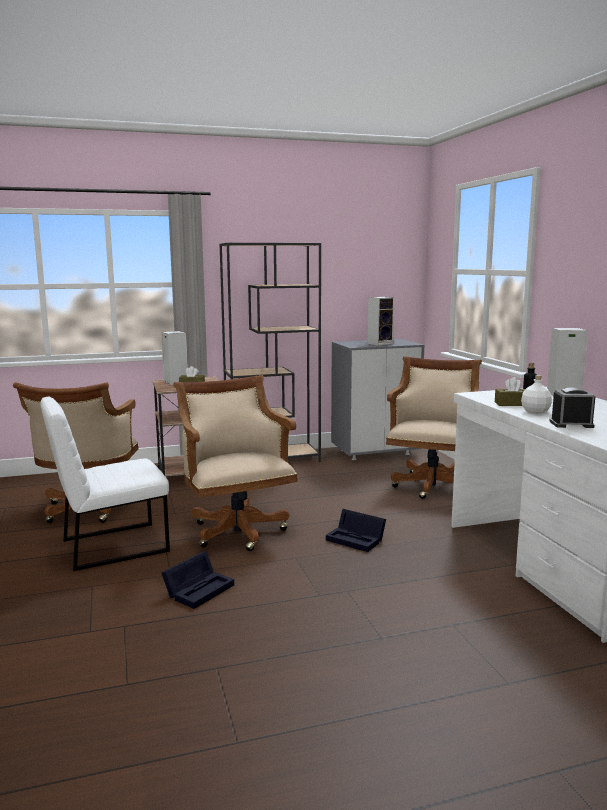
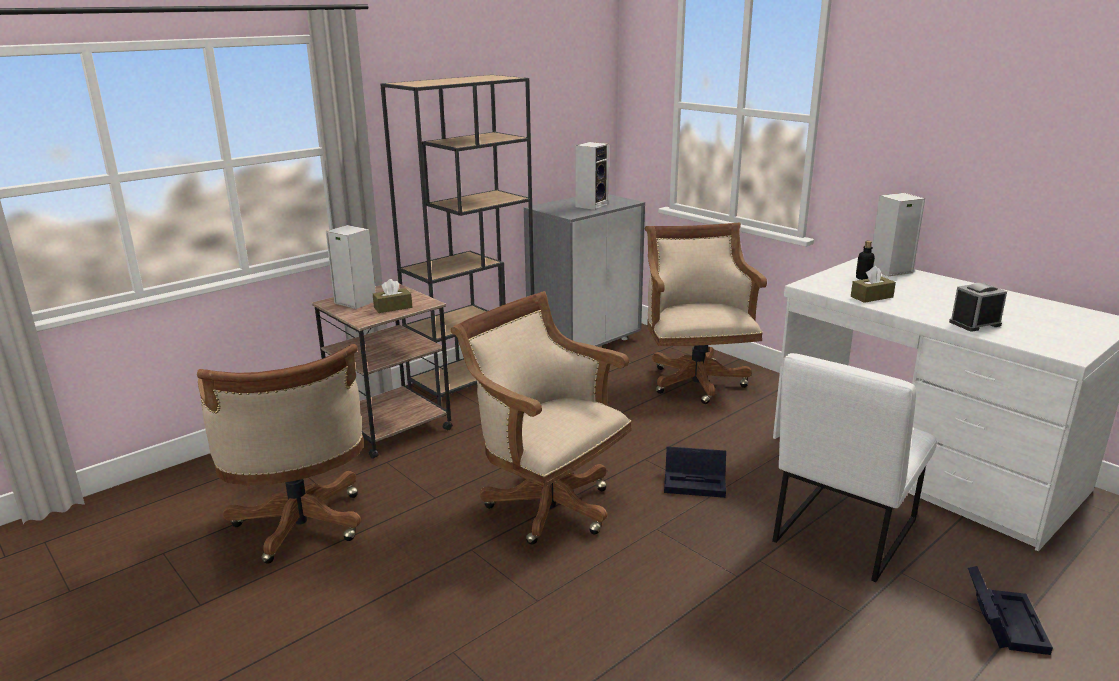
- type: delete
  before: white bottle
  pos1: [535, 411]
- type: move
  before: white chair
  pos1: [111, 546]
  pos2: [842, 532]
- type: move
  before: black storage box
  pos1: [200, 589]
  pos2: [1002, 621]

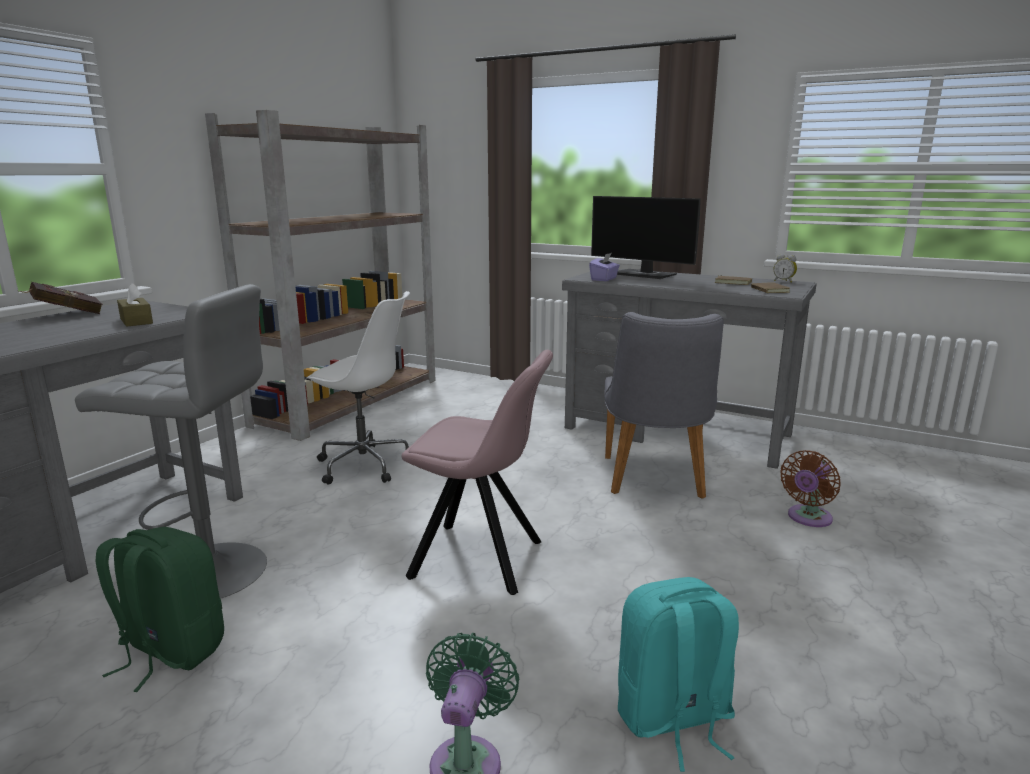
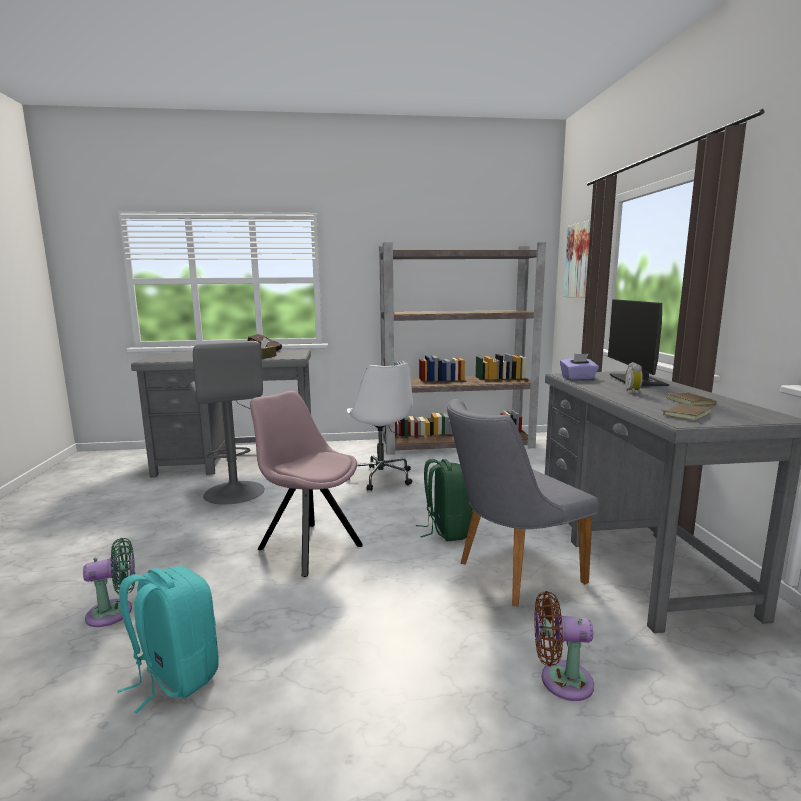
- type: insert
  after: picture
  pos2: [579, 260]
- type: move
  before: green backpack
  pos1: [170, 652]
  pos2: [447, 531]
- type: move
  before: alarm clock
  pos1: [784, 281]
  pos2: [633, 392]
- type: rotate
  before: pink chair
  pos1: [478, 559]
  pos2: [309, 547]
  turn: 150

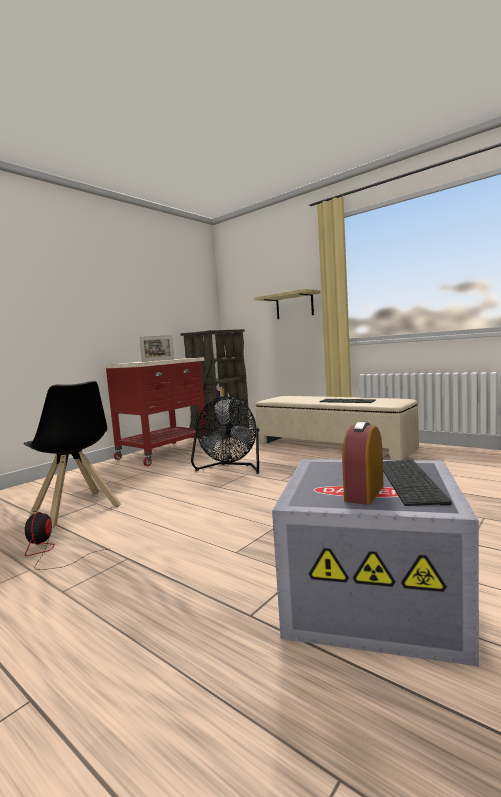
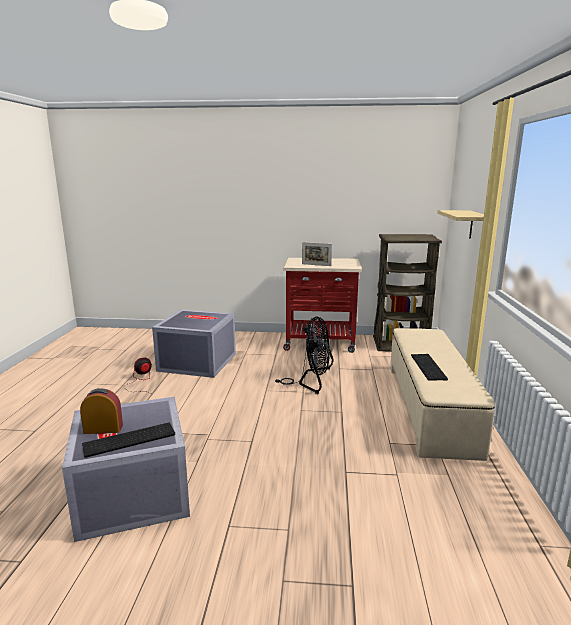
- type: replace
  before: black chair
  after: grey storage box
  pos1: [76, 509]
  pos2: [196, 362]
- type: rotate
  before: black fan
  pos1: [229, 467]
  pos2: [311, 380]
  turn: -150

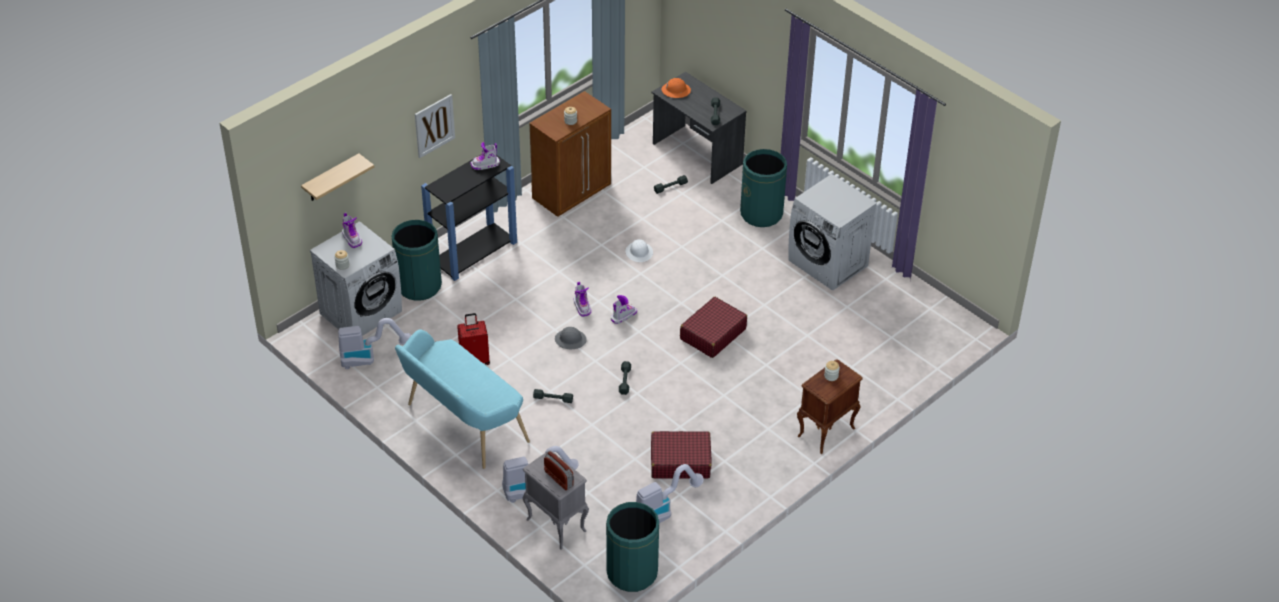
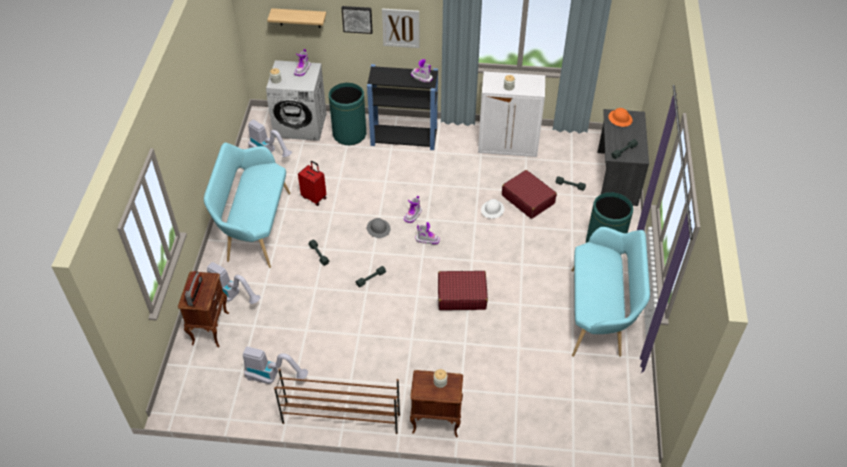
- type: delete
  before: green trash can
  pos1: [632, 572]
- type: insert
  after: brown shoe rack
  pos2: [340, 418]
- type: insert
  after: picture
  pos2: [357, 19]
- type: move
  before: red suitcase
  pos1: [680, 461]
  pos2: [528, 199]
- type: replace
  before: white washing machine
  after: turquoise bench
  pos1: [828, 265]
  pos2: [600, 314]
- type: recolor
  before: grey nightstand
  after: brown nightstand
  pos1: [555, 525]
  pos2: [210, 328]
- type: recolor
  before: brown cabinet
  after: white cabinet
  pos1: [572, 190]
  pos2: [508, 144]

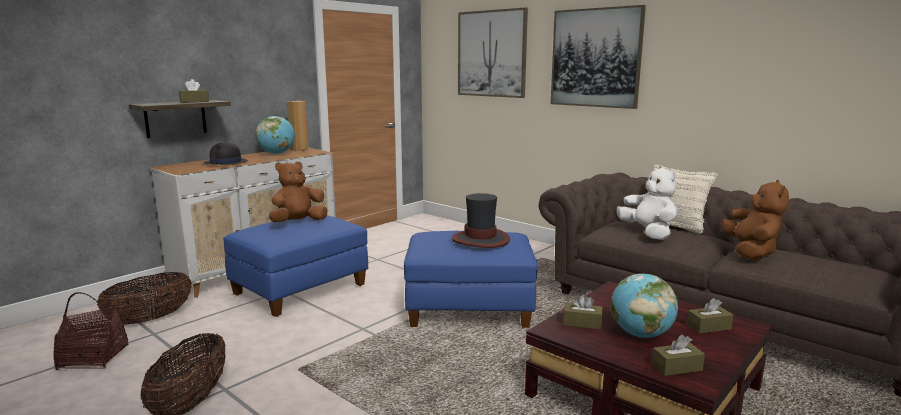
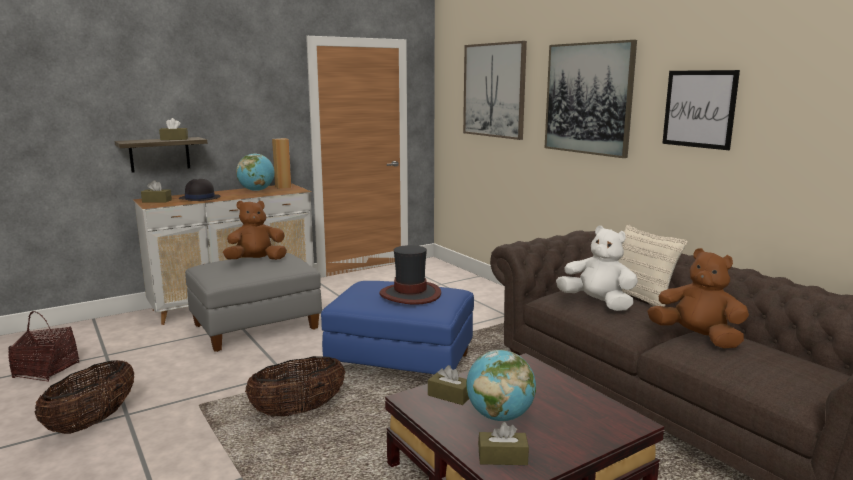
- type: insert
  after: picture
  pos2: [699, 109]
- type: move
  before: basket
  pos1: [150, 319]
  pos2: [298, 411]
- type: move
  before: brown tissue box
  pos1: [708, 327]
  pos2: [157, 201]
- type: recolor
  before: blue ottoman
  after: grey ottoman
  pos1: [300, 290]
  pos2: [256, 327]
- type: rotate
  before: white plush toy
  pos1: [648, 233]
  pos2: [597, 303]
  turn: -45
- type: rotate
  before: brown plush toy
  pos1: [750, 252]
  pos2: [697, 338]
  turn: -75

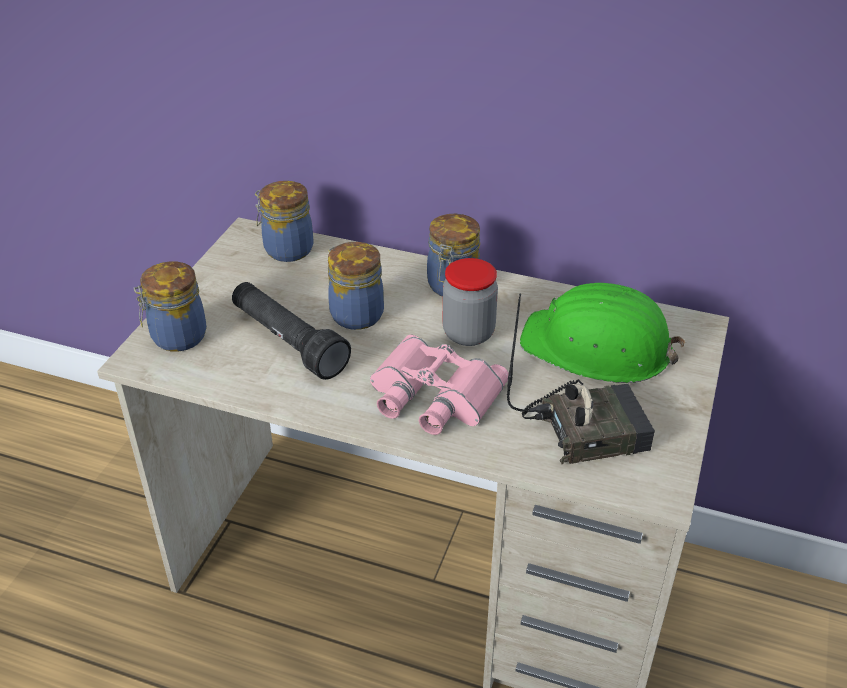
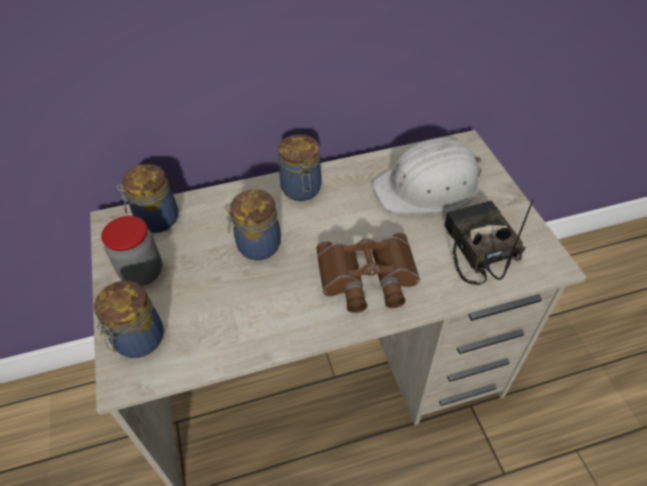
- type: delete
  before: black flashlight
  pos1: [288, 342]
- type: move
  before: jar
  pos1: [468, 333]
  pos2: [142, 272]
- type: recolor
  before: pink binoculars
  after: brown binoculars
  pos1: [432, 396]
  pos2: [367, 278]
- type: recolor
  before: green hard hat
  after: white hard hat
  pos1: [598, 347]
  pos2: [428, 187]
- type: rotate
  before: radio
  pos1: [586, 429]
  pos2: [477, 247]
  turn: -60

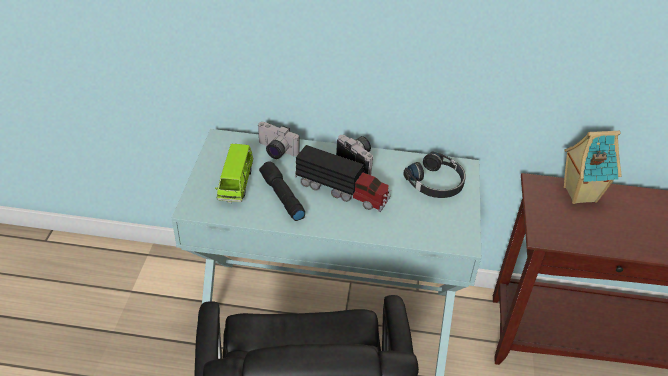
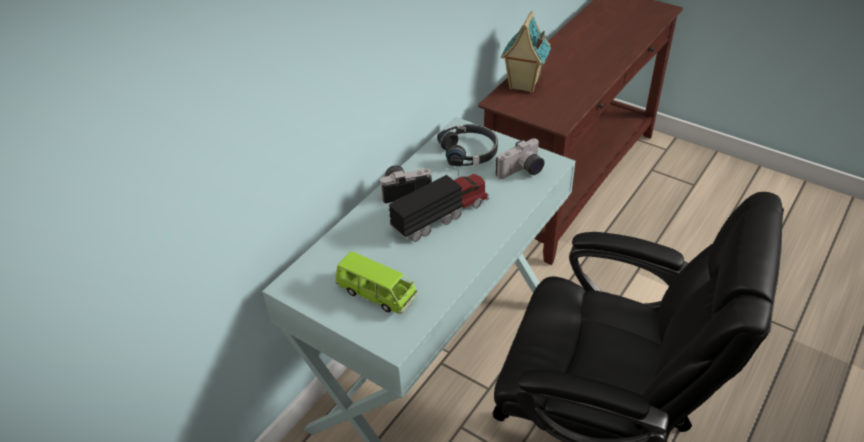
- type: delete
  before: black flashlight
  pos1: [281, 196]
- type: move
  before: photo camera
  pos1: [275, 151]
  pos2: [522, 172]

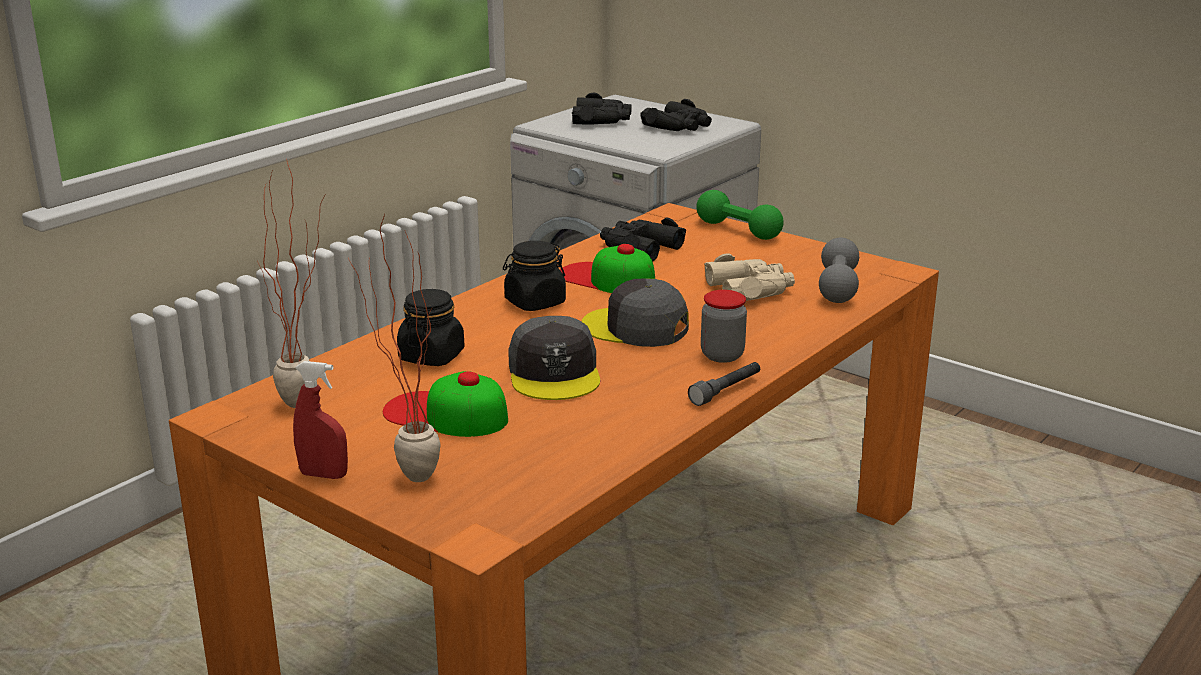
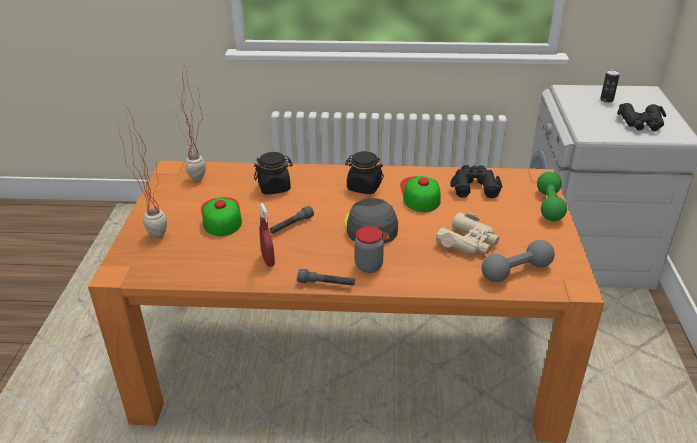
- type: move
  before: red spray bottle
  pos1: [323, 475]
  pos2: [268, 260]
- type: replace
  before: grey cap
  after: grey flashlight
  pos1: [555, 373]
  pos2: [291, 226]
- type: replace
  before: black binoculars
  after: can
  pos1: [602, 119]
  pos2: [606, 100]

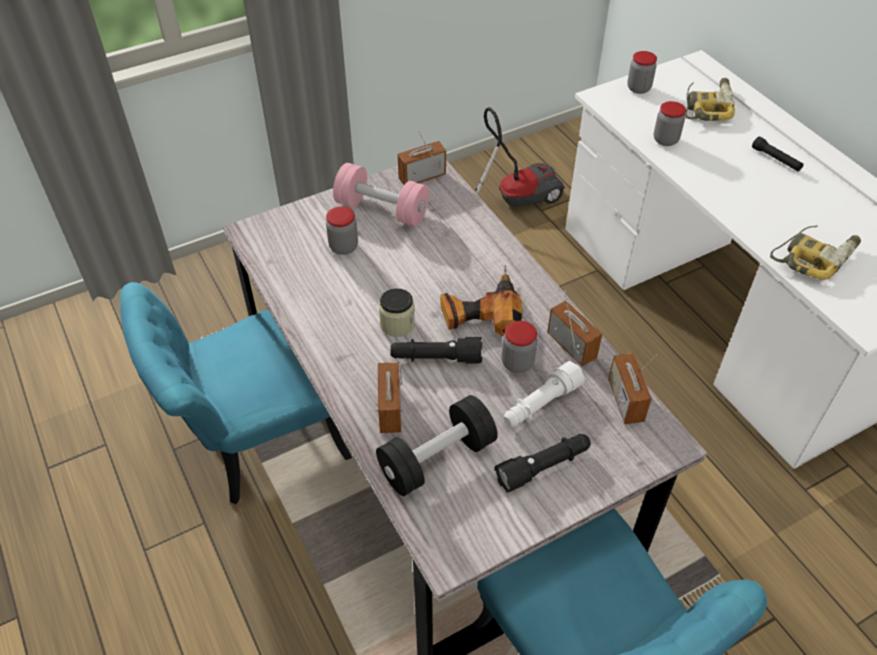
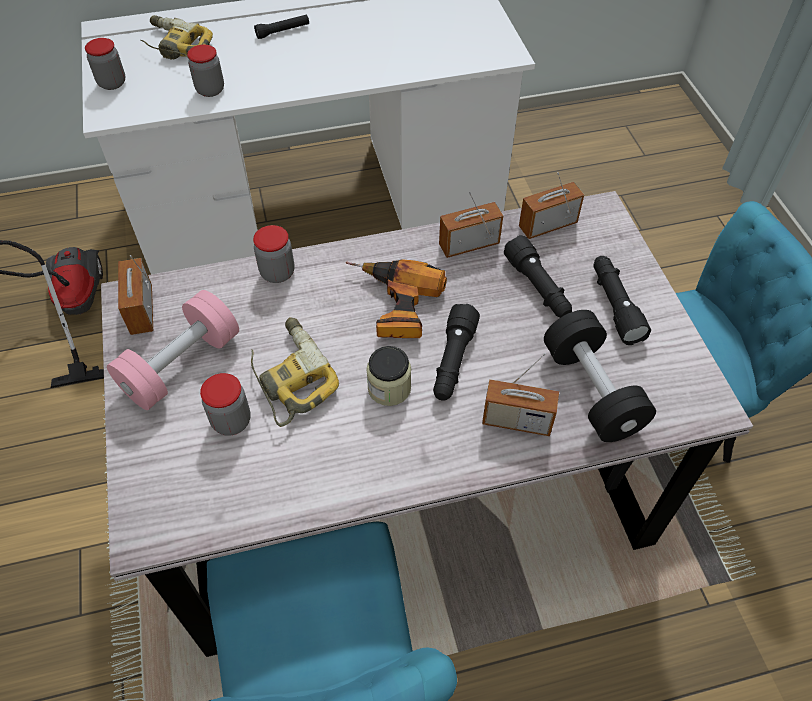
- type: move
  before: jar
  pos1: [517, 363]
  pos2: [277, 273]
- type: move
  before: power drill
  pos1: [814, 256]
  pos2: [290, 376]
- type: recolor
  before: white flashlight
  after: black flashlight
  pos1: [541, 404]
  pos2: [538, 288]
- type: rotate
  before: radio
  pos1: [625, 401]
  pos2: [547, 225]
  turn: 150

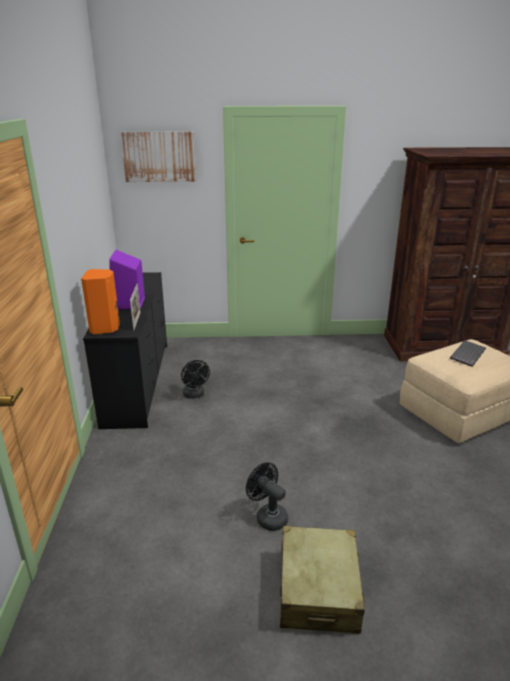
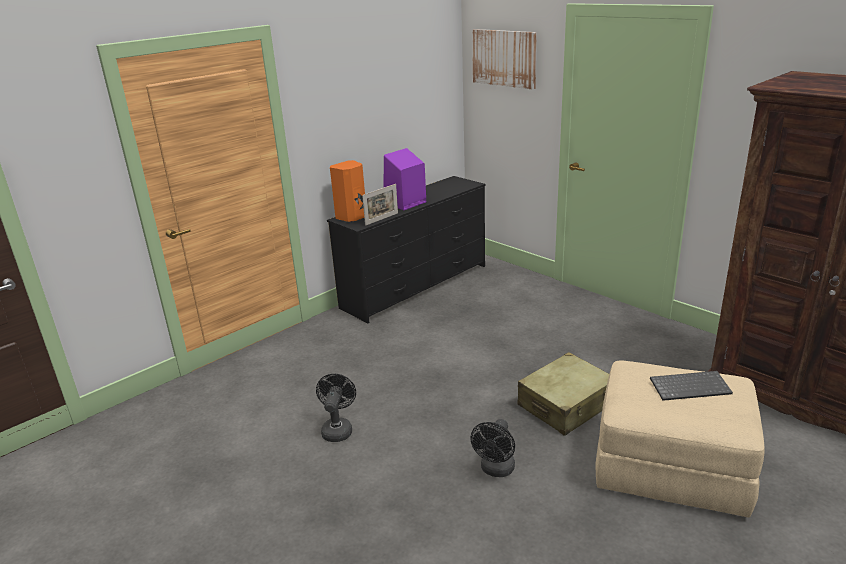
- type: move
  before: black fan
  pos1: [195, 395]
  pos2: [496, 470]
- type: move
  before: beige suitcase
  pos1: [318, 589]
  pos2: [566, 405]

